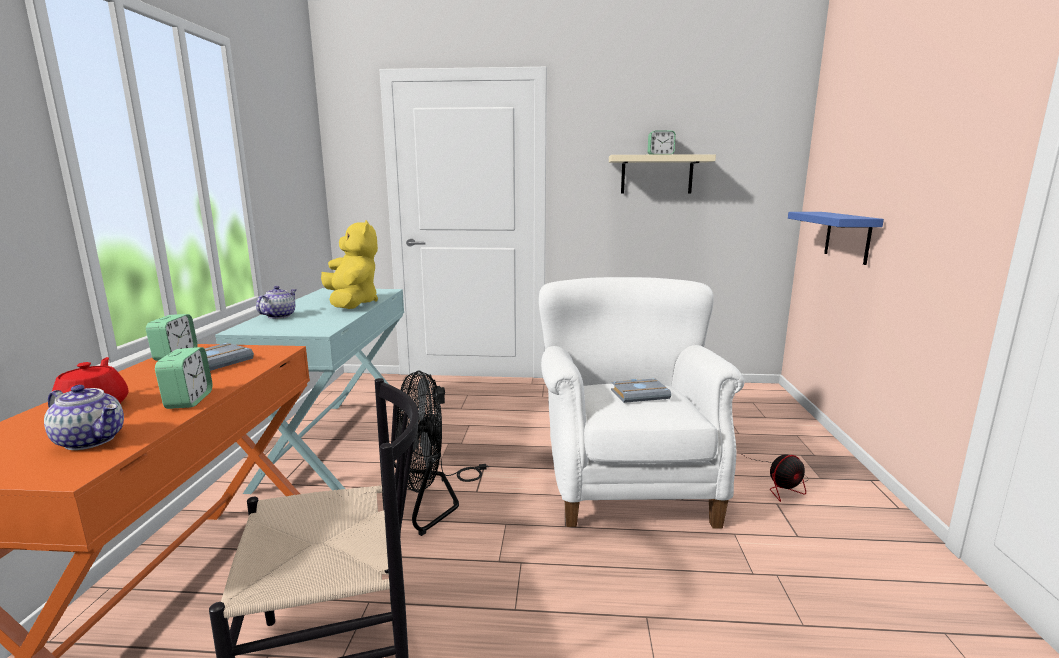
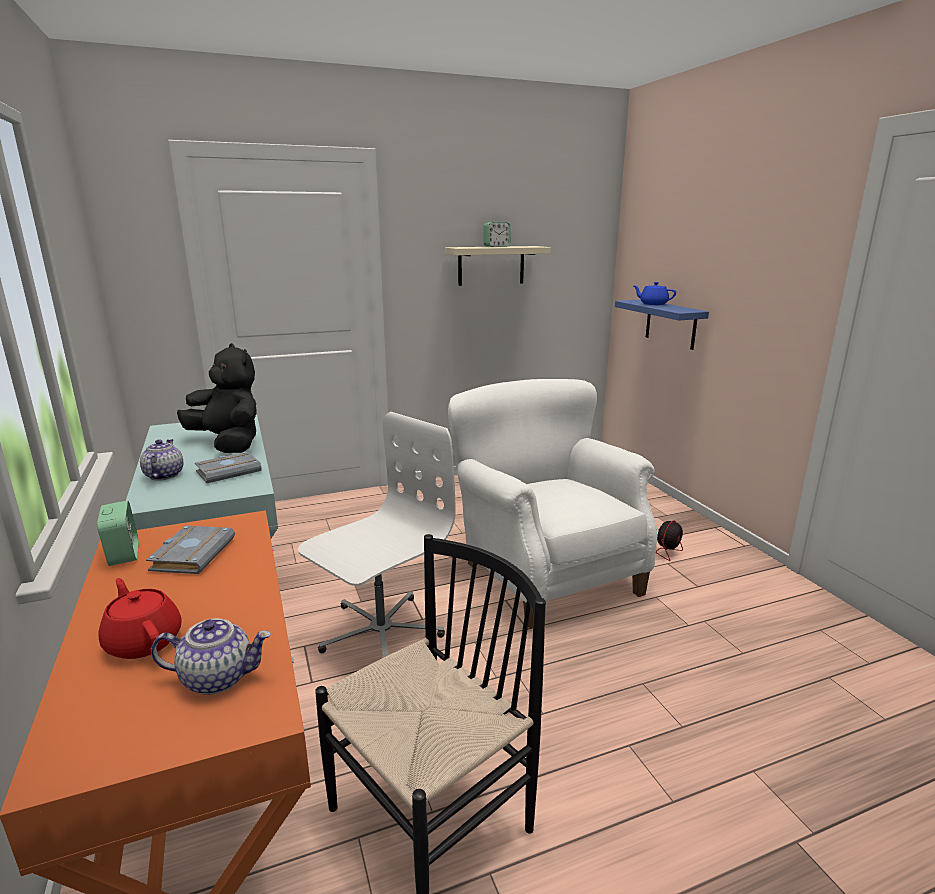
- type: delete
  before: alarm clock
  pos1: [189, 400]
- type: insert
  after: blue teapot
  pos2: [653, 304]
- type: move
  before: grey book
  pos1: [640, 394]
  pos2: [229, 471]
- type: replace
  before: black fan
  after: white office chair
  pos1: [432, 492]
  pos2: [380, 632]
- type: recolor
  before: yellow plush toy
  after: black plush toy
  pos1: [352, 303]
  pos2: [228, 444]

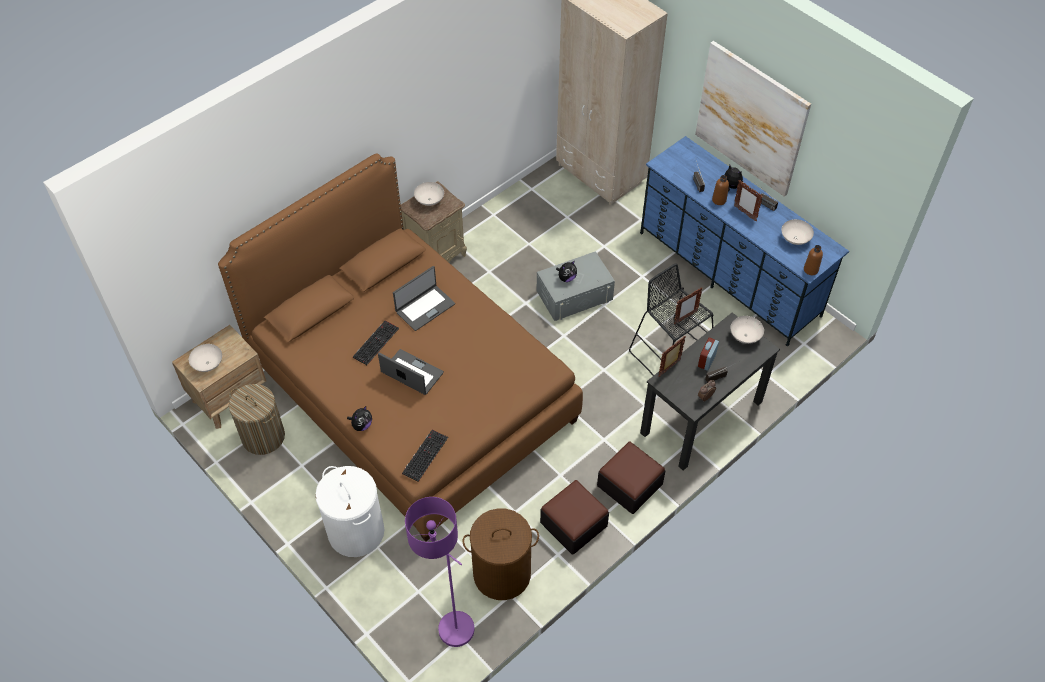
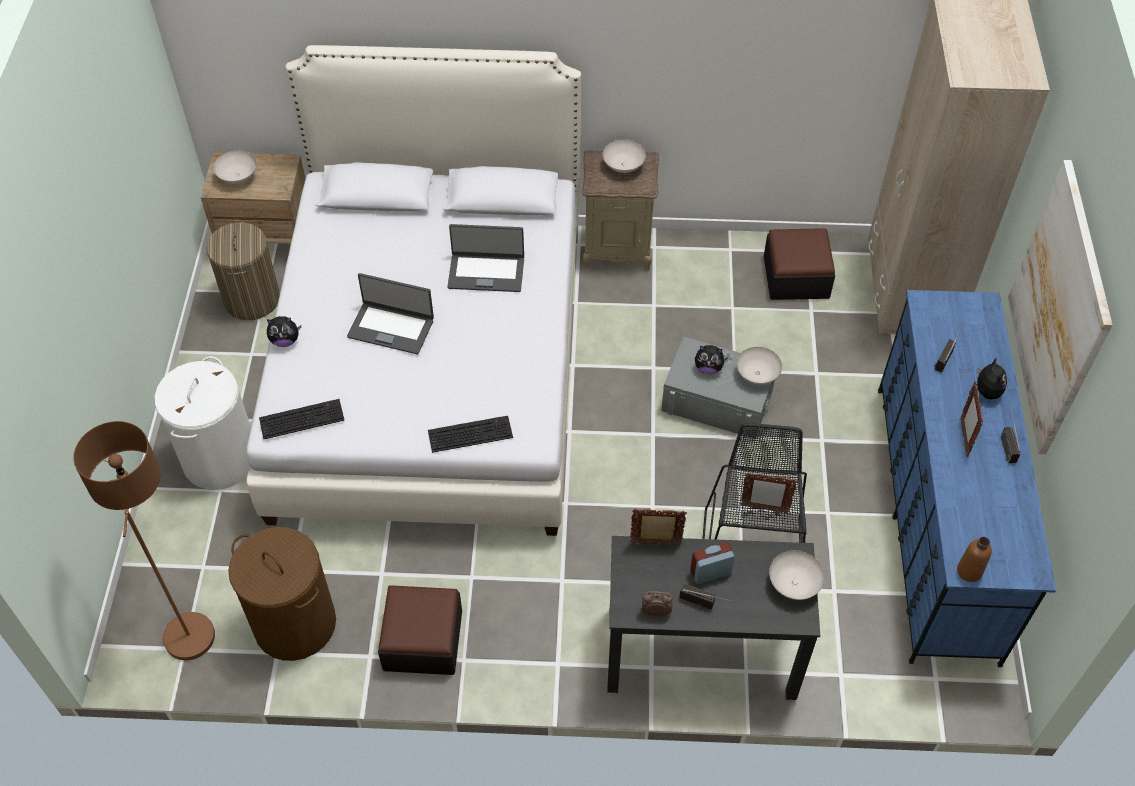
- type: delete
  before: brown bottle
  pos1: [719, 200]
- type: move
  before: keyboard
  pos1: [375, 342]
  pos2: [471, 433]
- type: move
  before: ottoman
  pos1: [629, 485]
  pos2: [796, 277]
- type: move
  before: white bowl
  pos1: [794, 239]
  pos2: [756, 374]
- type: recolor
  before: brown bed
  after: white bed
  pos1: [411, 391]
  pos2: [431, 366]
- type: recolor
  before: purple floor lamp
  after: brown floor lamp
  pos1: [448, 623]
  pos2: [190, 623]
- type: rotate
  before: laptop
  pos1: [411, 373]
  pos2: [391, 327]
  turn: 120

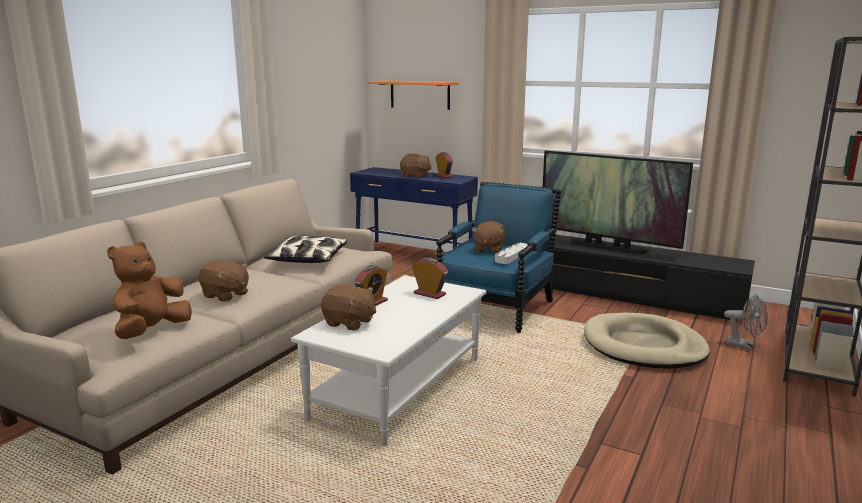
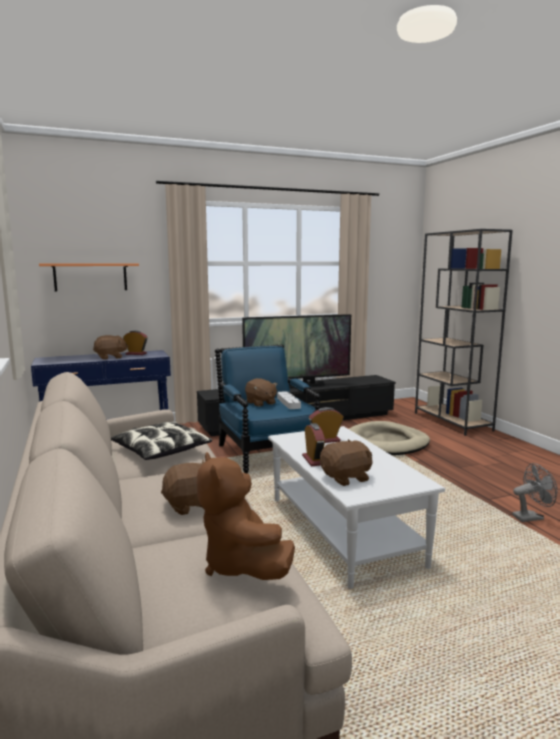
- type: move
  before: grey fan
  pos1: [744, 346]
  pos2: [531, 517]

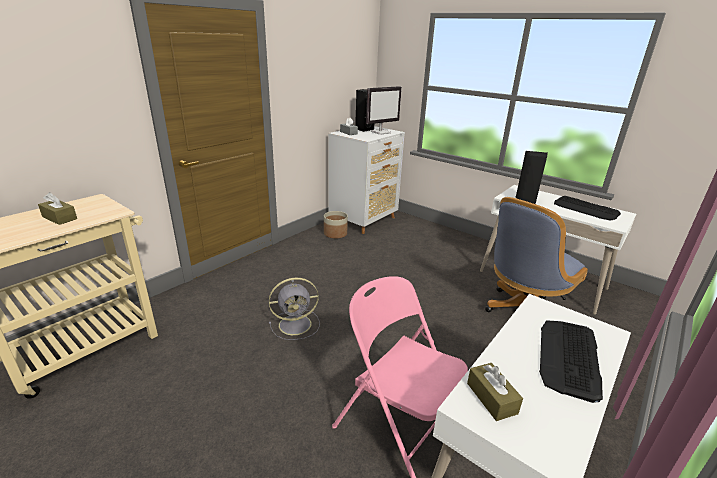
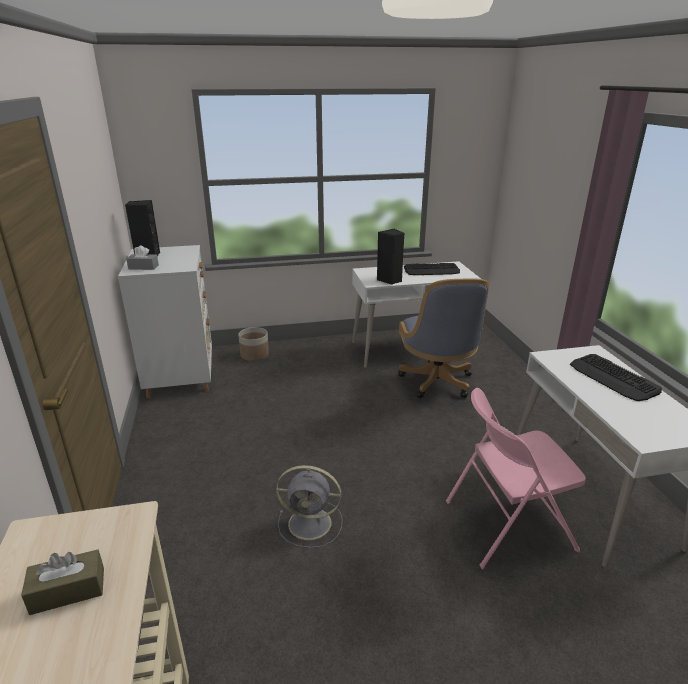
- type: delete
  before: monitor
  pos1: [380, 132]
- type: delete
  before: brown tissue box
  pos1: [491, 398]
- type: move
  before: planter
  pos1: [335, 234]
  pos2: [254, 355]
- type: rotate
  before: grey fan
  pos1: [296, 324]
  pos2: [312, 523]
  turn: 75

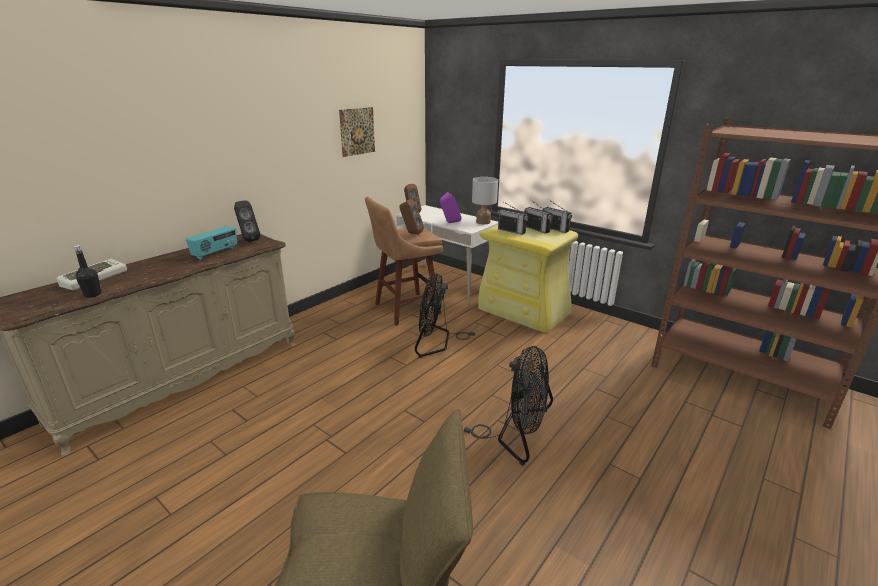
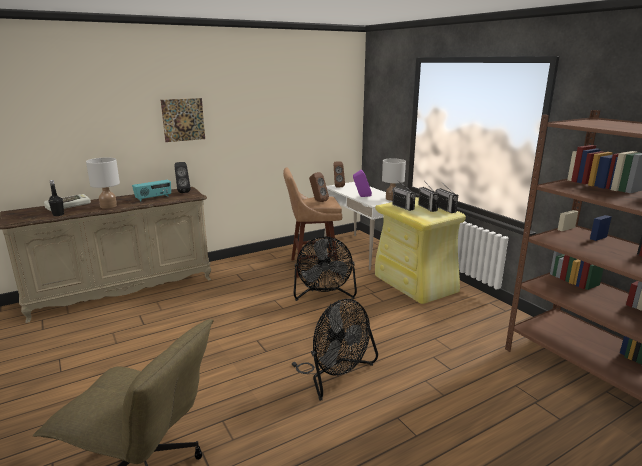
- type: insert
  after: grey table lamp
  pos2: [109, 206]
- type: move
  before: picture
  pos1: [357, 131]
  pos2: [183, 120]
- type: rotate
  before: black fan
  pos1: [438, 339]
  pos2: [322, 294]
  turn: -120

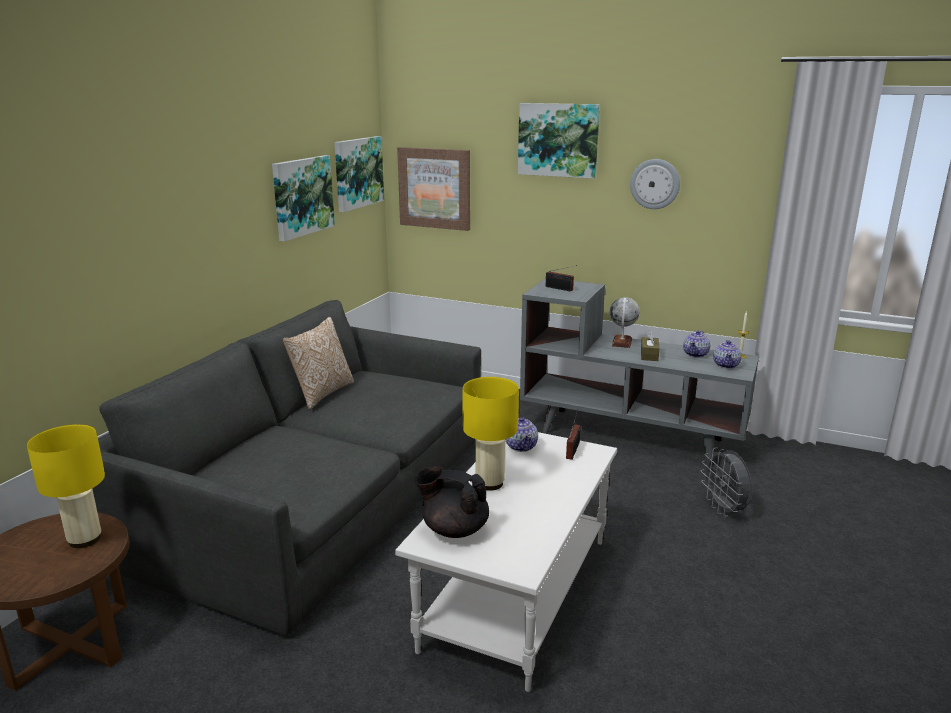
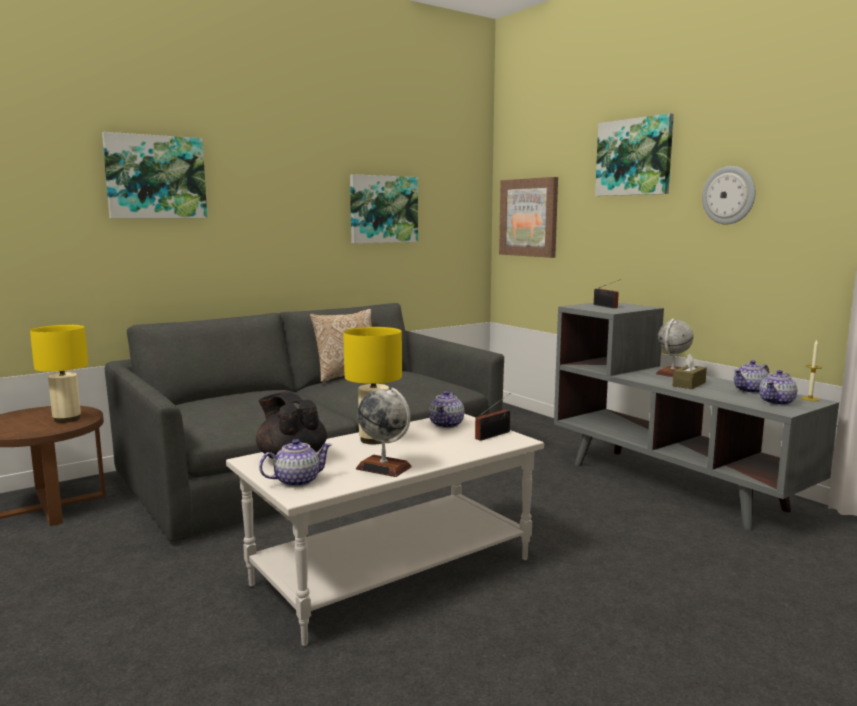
- type: delete
  before: grey fan
  pos1: [724, 510]
- type: insert
  after: teapot
  pos2: [296, 481]
- type: insert
  after: globe
  pos2: [384, 468]
- type: move
  before: picture
  pos1: [357, 172]
  pos2: [155, 177]

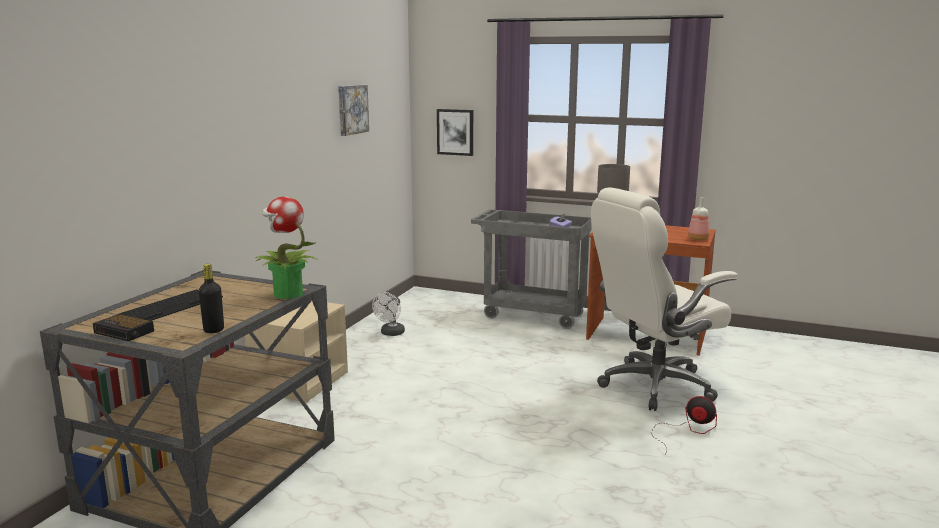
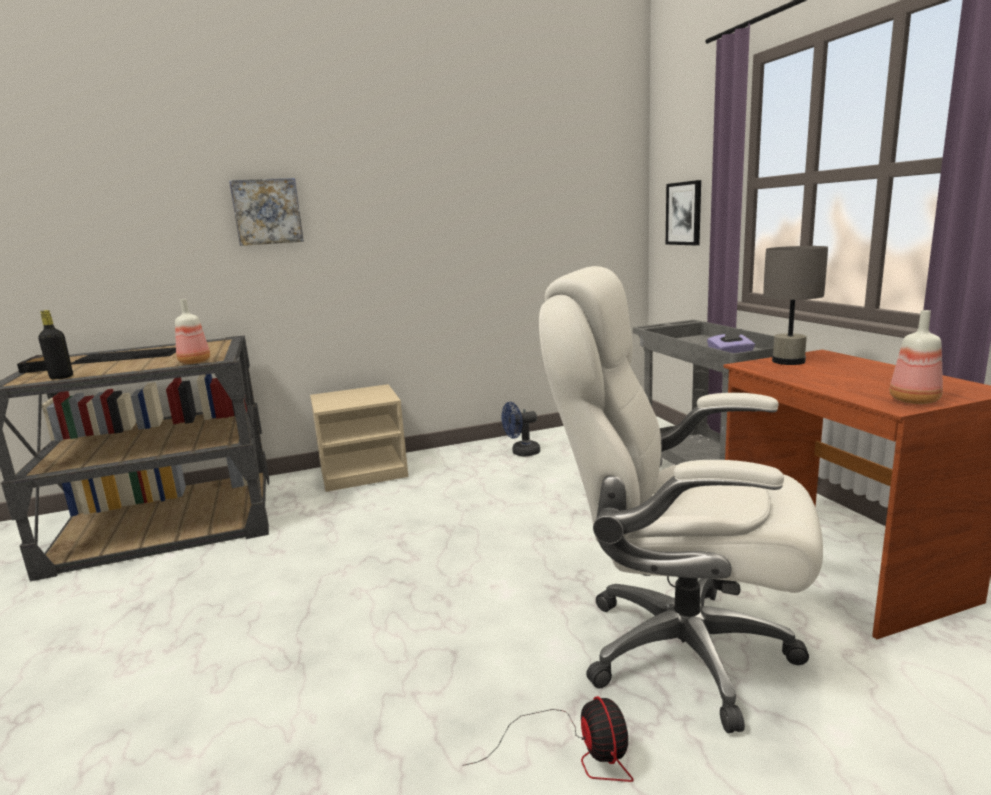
- type: move
  before: picture
  pos1: [351, 109]
  pos2: [267, 212]
- type: replace
  before: potted plant
  after: bottle
  pos1: [287, 294]
  pos2: [193, 362]
- type: recolor
  before: white fan
  after: blue fan
  pos1: [391, 333]
  pos2: [521, 453]

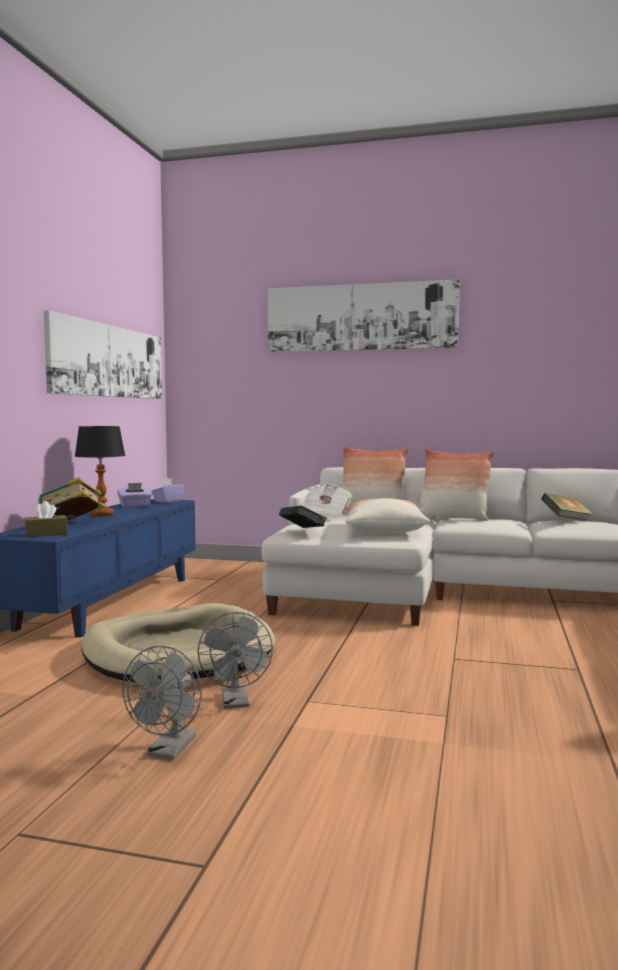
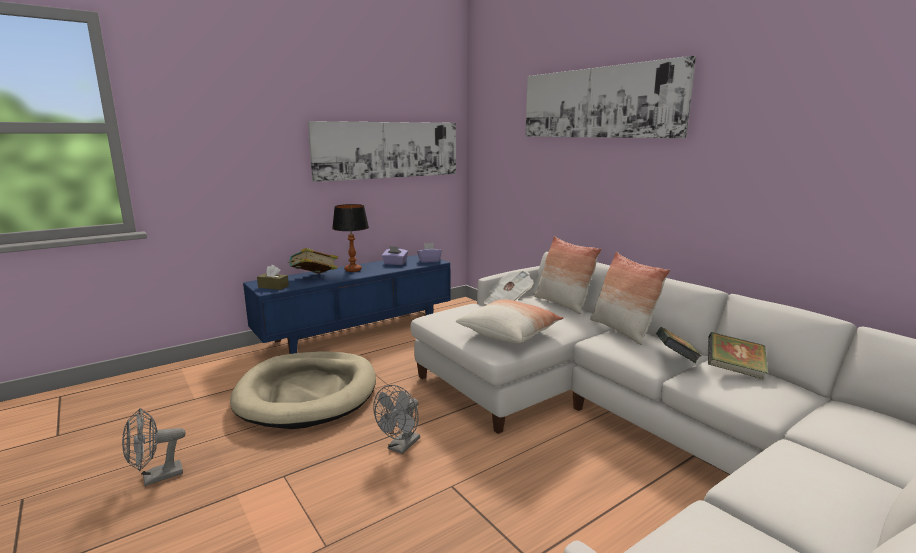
- type: move
  before: grey fan
  pos1: [236, 703]
  pos2: [401, 447]
- type: move
  before: book
  pos1: [302, 531]
  pos2: [675, 359]

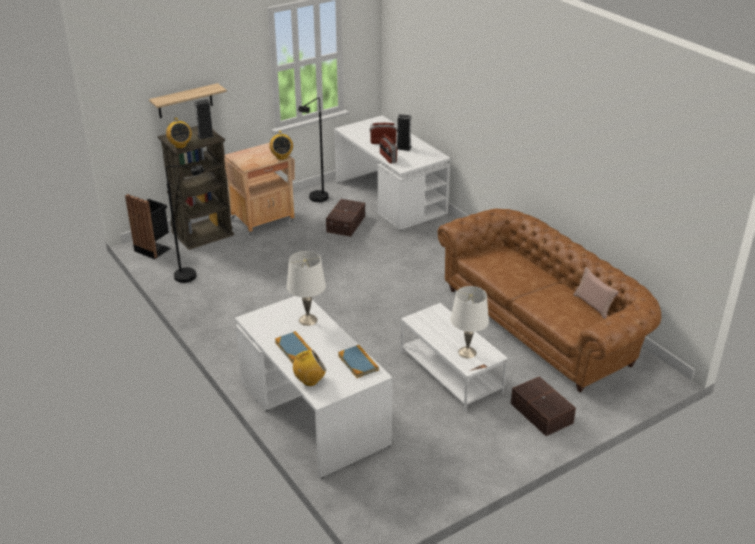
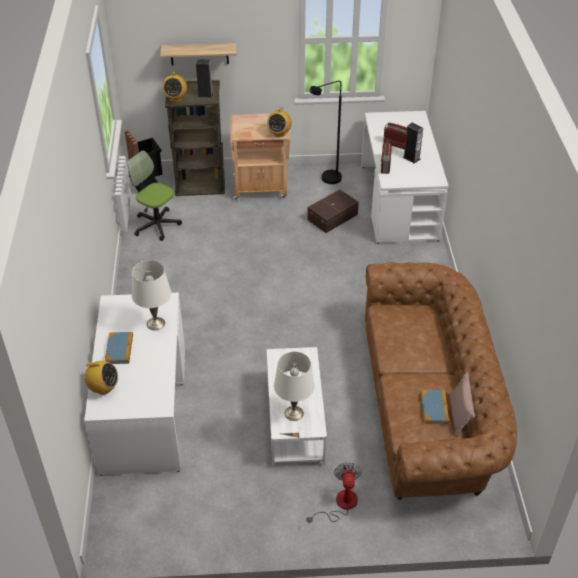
- type: move
  before: book
  pos1: [358, 363]
  pos2: [434, 408]
- type: replace
  before: black floor lamp
  after: office chair
  pos1: [192, 276]
  pos2: [156, 225]
- type: replace
  before: brown storage box
  after: fan
  pos1: [541, 414]
  pos2: [340, 504]

